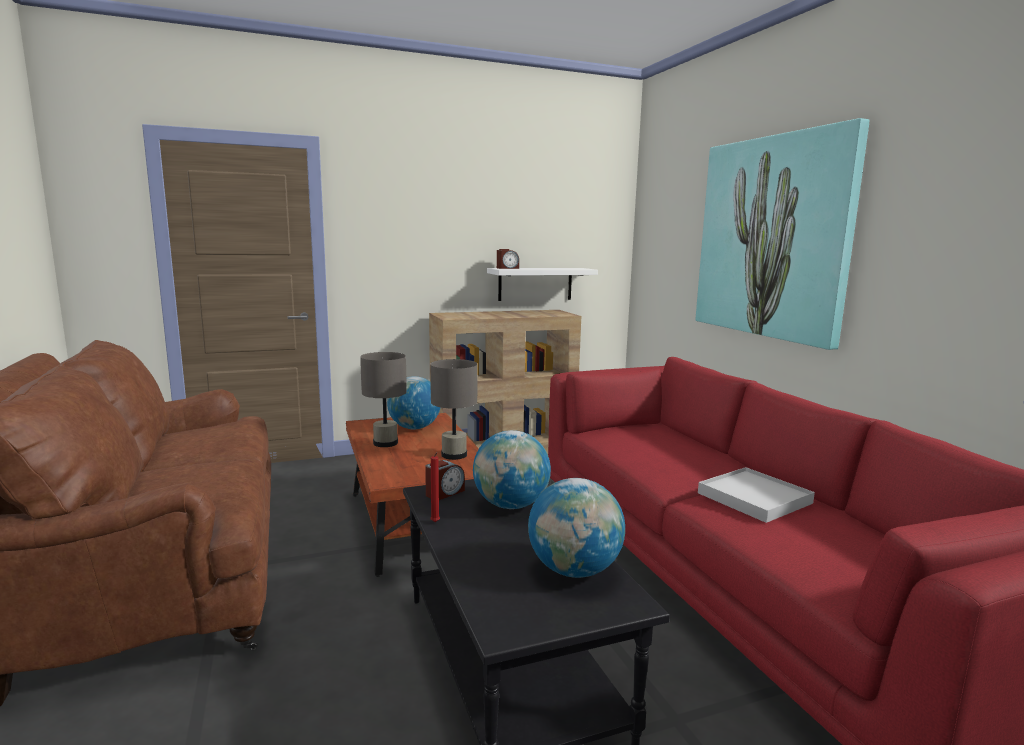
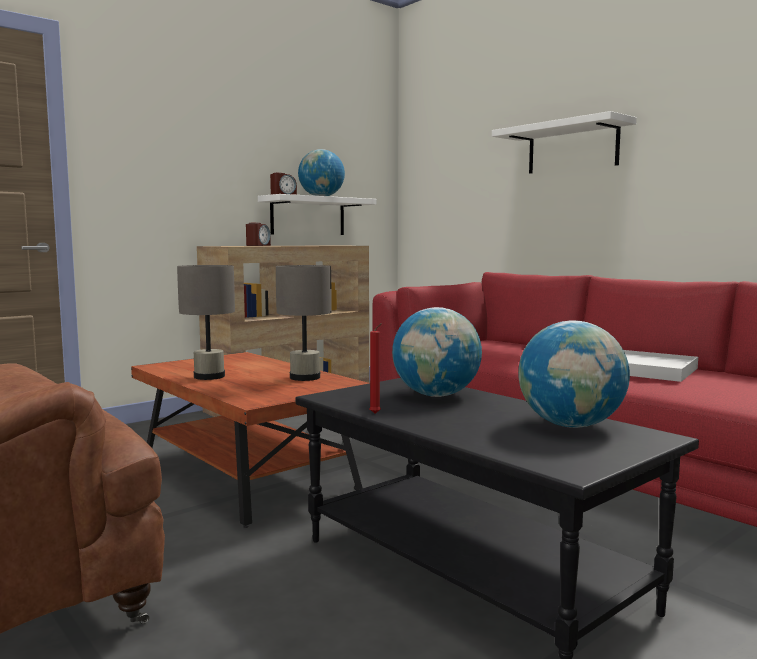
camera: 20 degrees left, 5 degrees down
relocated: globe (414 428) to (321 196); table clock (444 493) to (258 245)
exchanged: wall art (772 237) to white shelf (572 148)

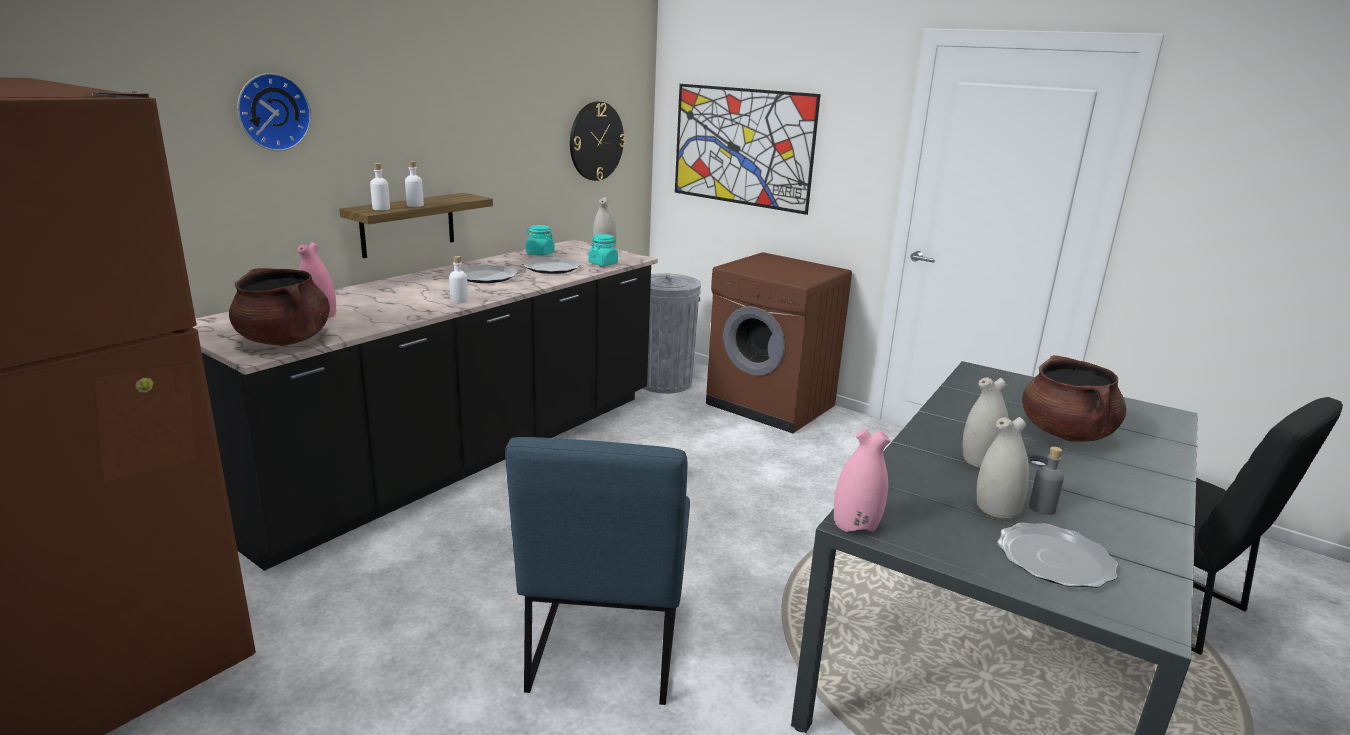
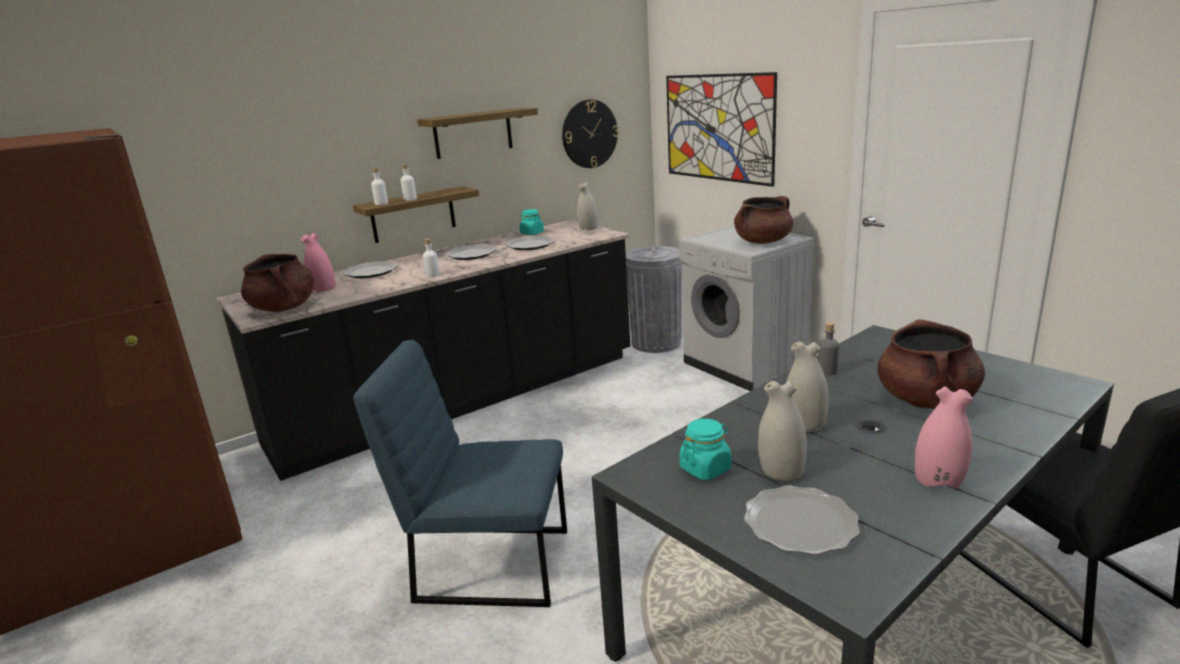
camera: 20 degrees right, 0 degrees up
missing: wall clock (272 112)
appeared: shelf (473 133); brown saucepot (763 241); flat dish (370 272)
relocated: turquoise preserve jar (603 263) to (705 468); pink flower vase (856 524) to (939 480); greyish beverage bottle (1042 508) to (827 371)
colour: brown laundry machine (769 406) to white laundry machine (743 366)
spun: blue-coloured upright chair (604 645) = (488 564) 75 degrees clockwise

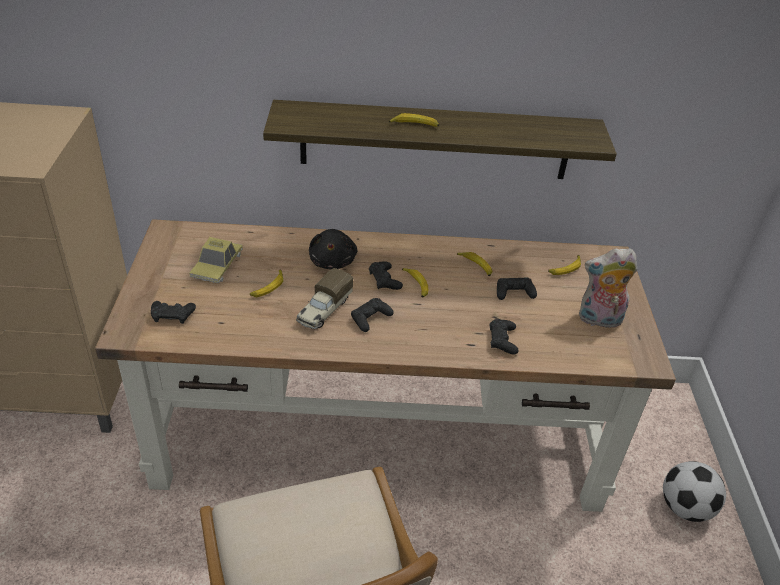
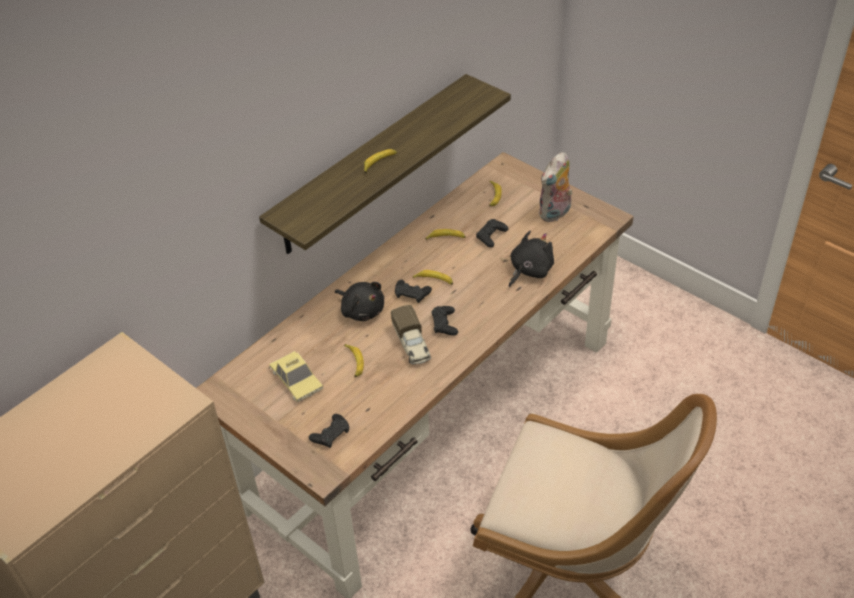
camera: 45 degrees left, 5 degrees up
missing: football (684 508)
exchanged: black game controller (502 340) to black cuddly toy (529 270)

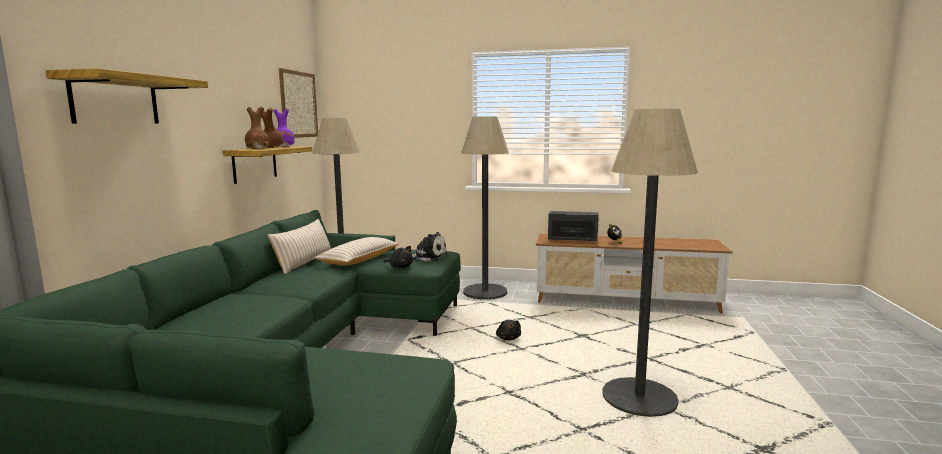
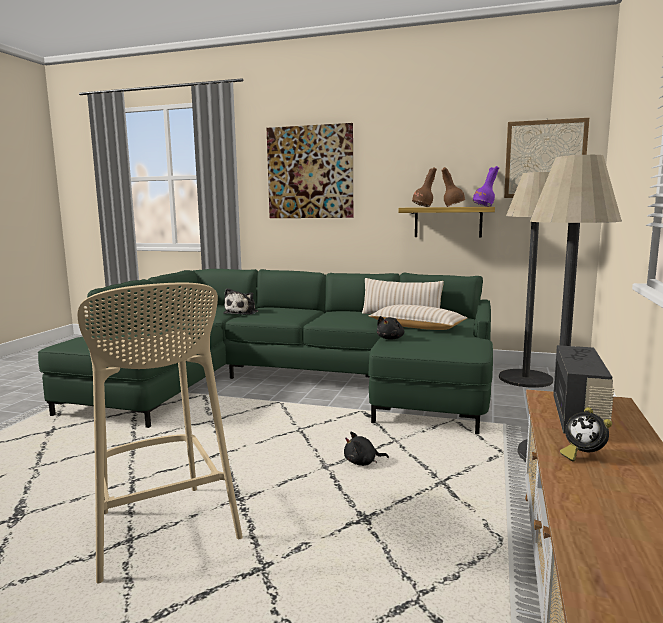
camera: 95 degrees right, 0 degrees up
relocated: cuddly toy (428 257) to (242 312)
exchanged: shelf (115 100) to wall art (310 172); standard lamp (639 398) to beige-coloured sitting stool (162 531)

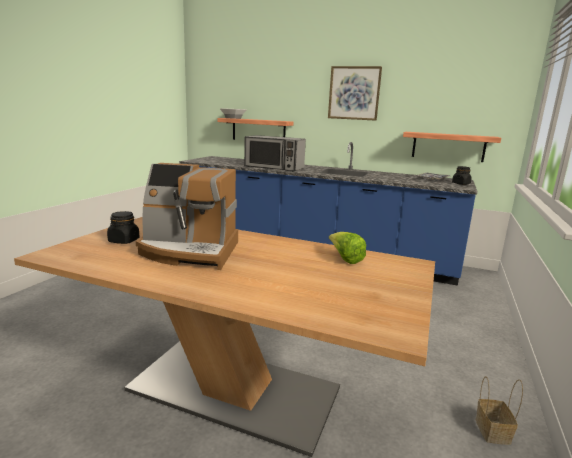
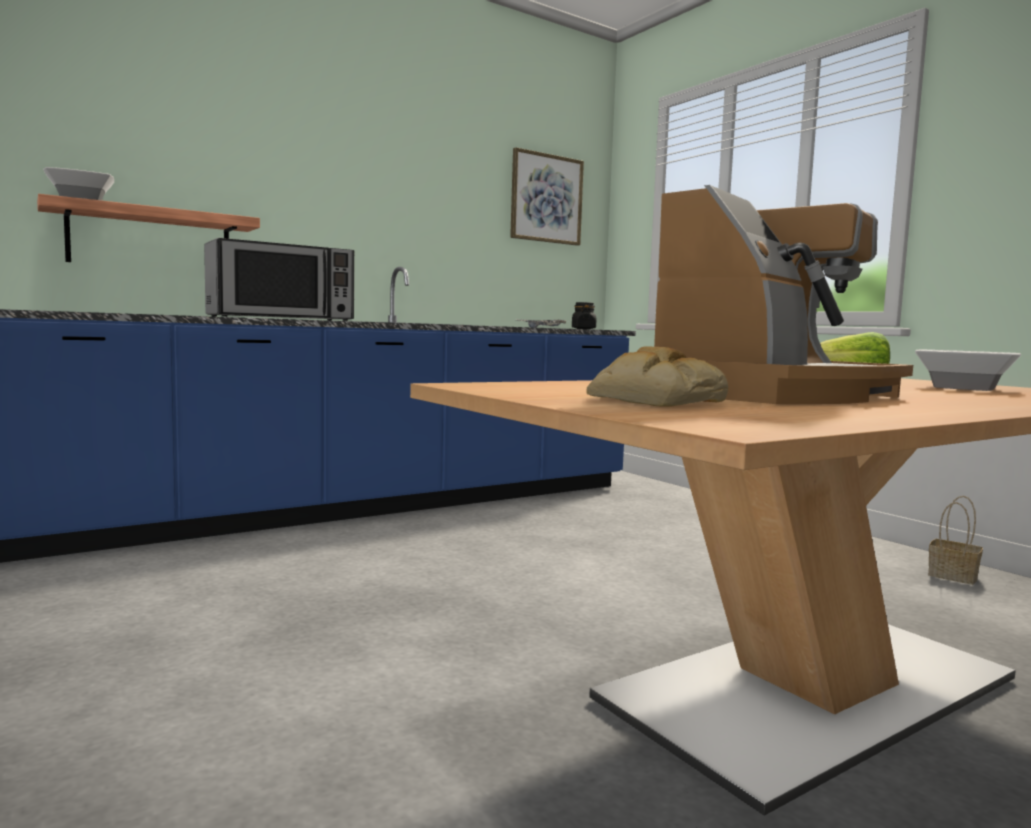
camera: 55 degrees left, 10 degrees down
missing: shelf (448 146)
appeared: deep dish (965 388)
relocated: wall art (354 93) to (546 198)
exchanged: black preserve jar (124 241) to bread (652 400)

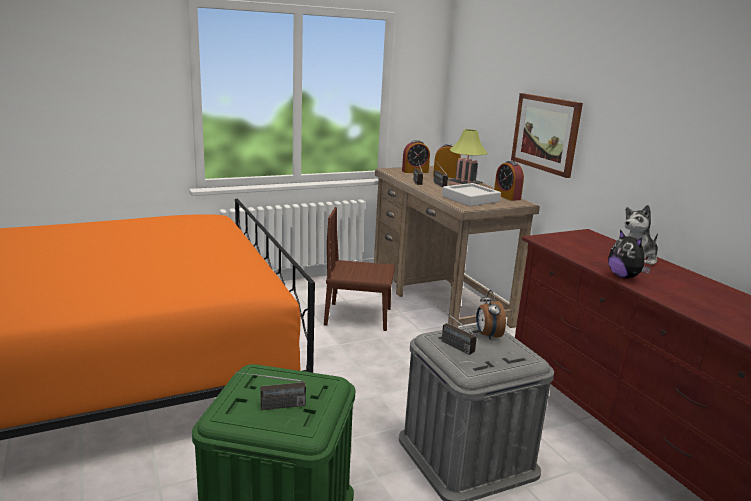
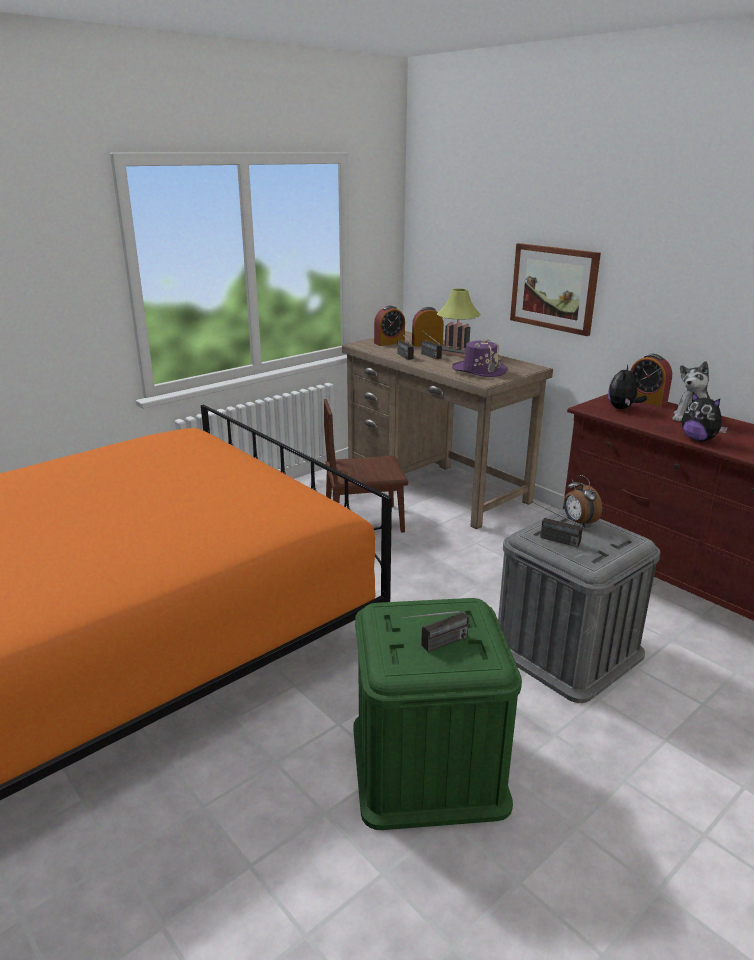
camera: 15 degrees left, 5 degrees up
appeared: cuddly toy (622 408)
relocated: table clock (507 196) to (646 400)
exchanged: greyish serving tray (470 199) to purplish clothing hat (479 370)

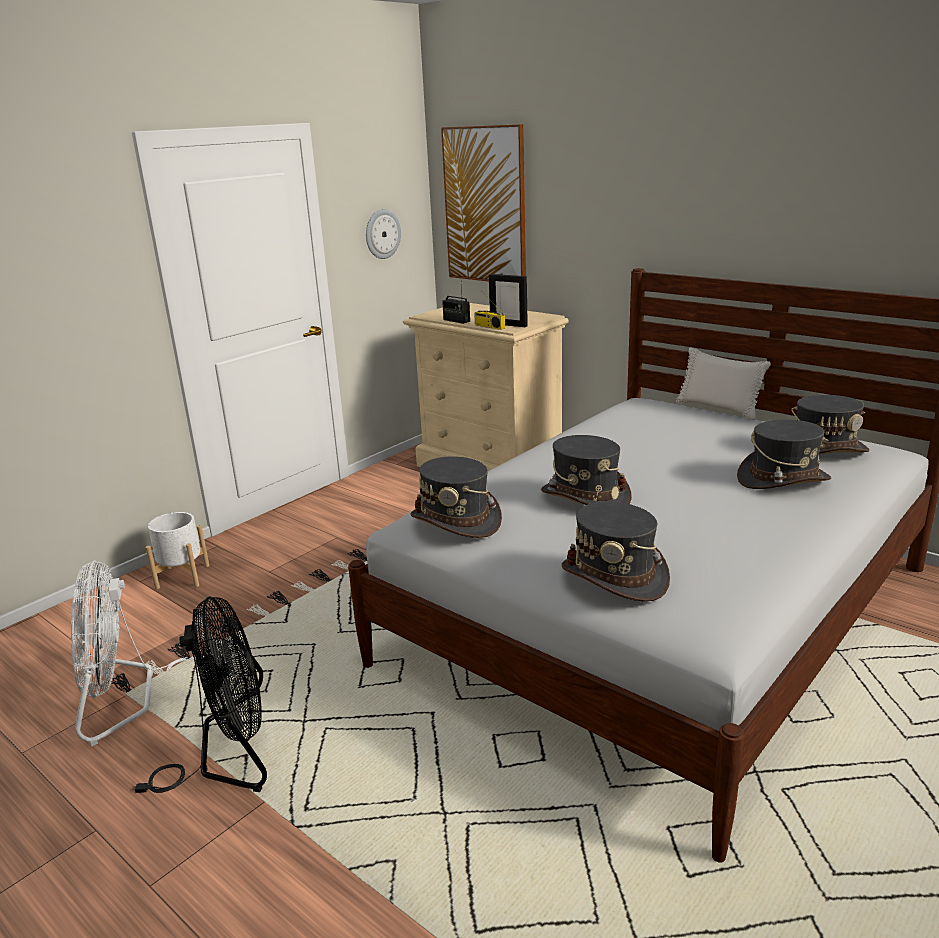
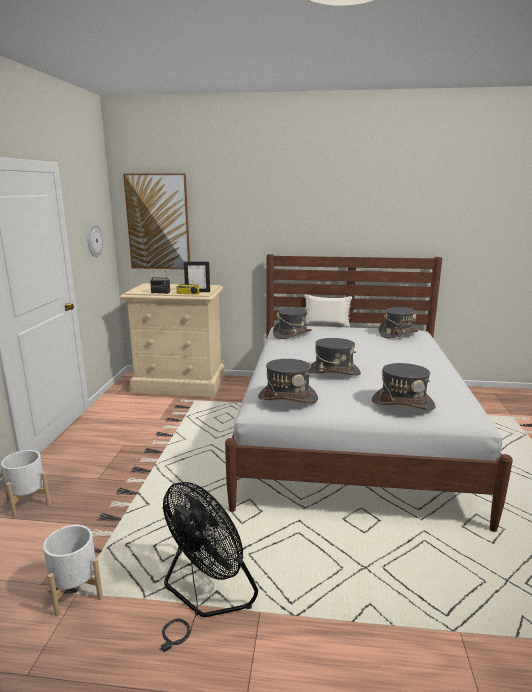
camera: 35 degrees left, 5 degrees down
relocated: greyish clothing hat (783 479) to (292 334)
exchanged: white cooling fan (129 691) to white flower pot (76 591)

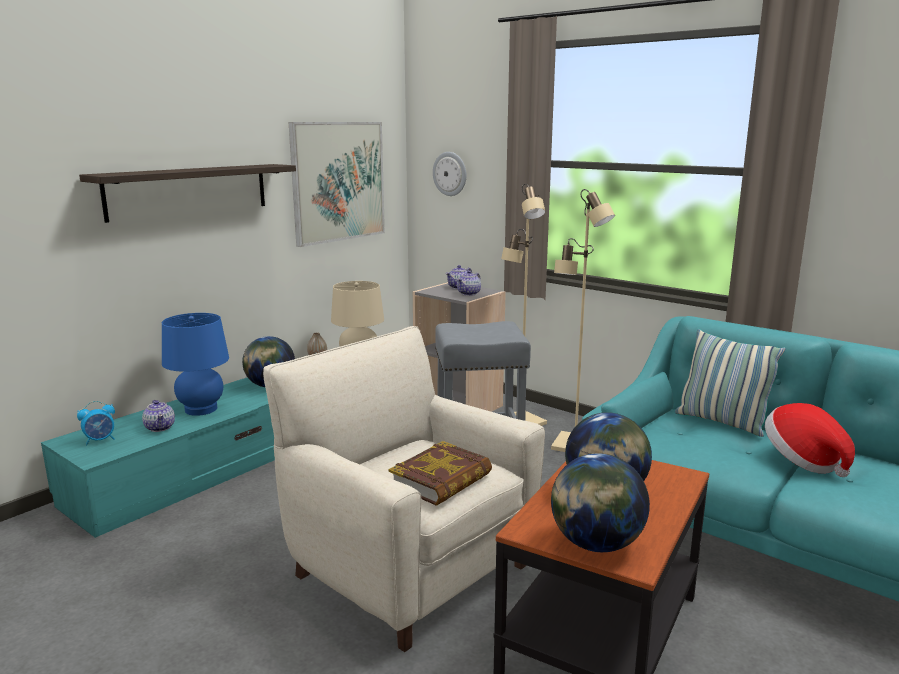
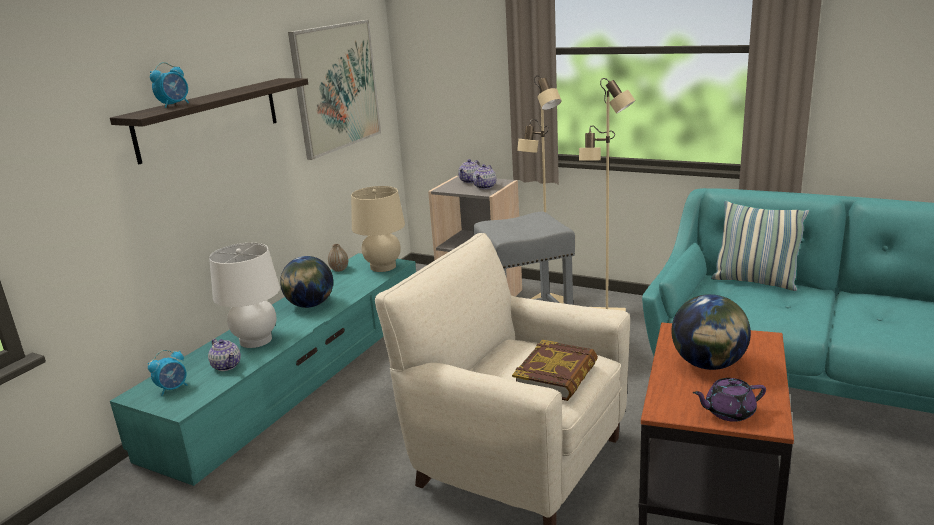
camera: 10 degrees left, 5 degrees up
missing: wall clock (450 174); clothing hat (802 460)
appeared: table clock (174 105)
exchanged: globe (596 544) to purplish tea pot (728 412)
colour: blue-coloured tabletop lamp (201 409) to white tabletop lamp (256 340)

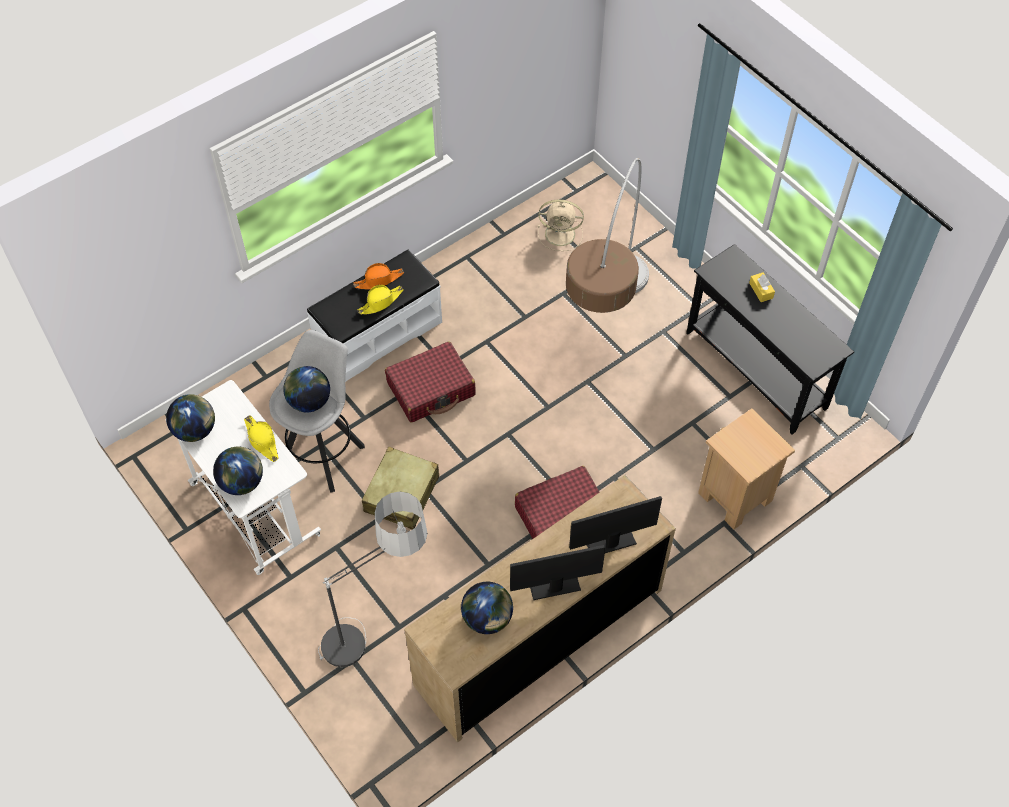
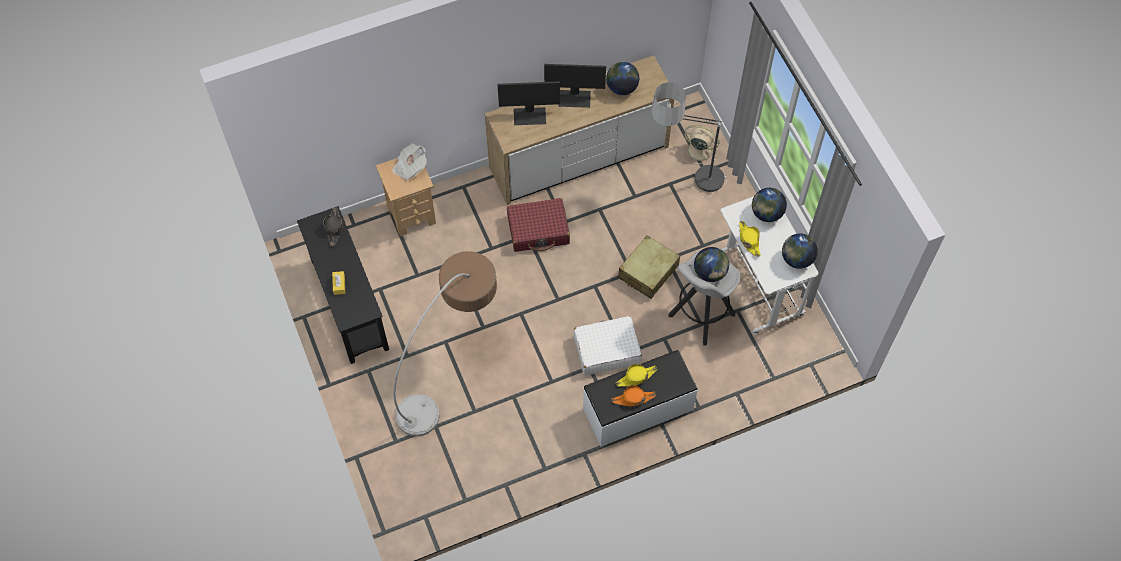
camera: 165 degrees left, 5 degrees up
appeared: printed paper (410 167); black clothing hat (334 228)
relocated: beige-coloured cooling fan (561 234) to (698 150)
colour: reddish suitcase (431 389) to white suitcase (606 350)

